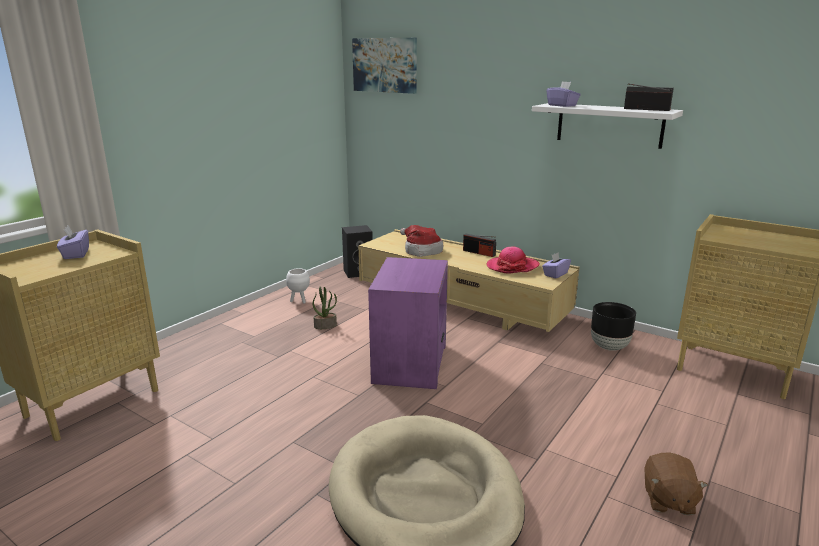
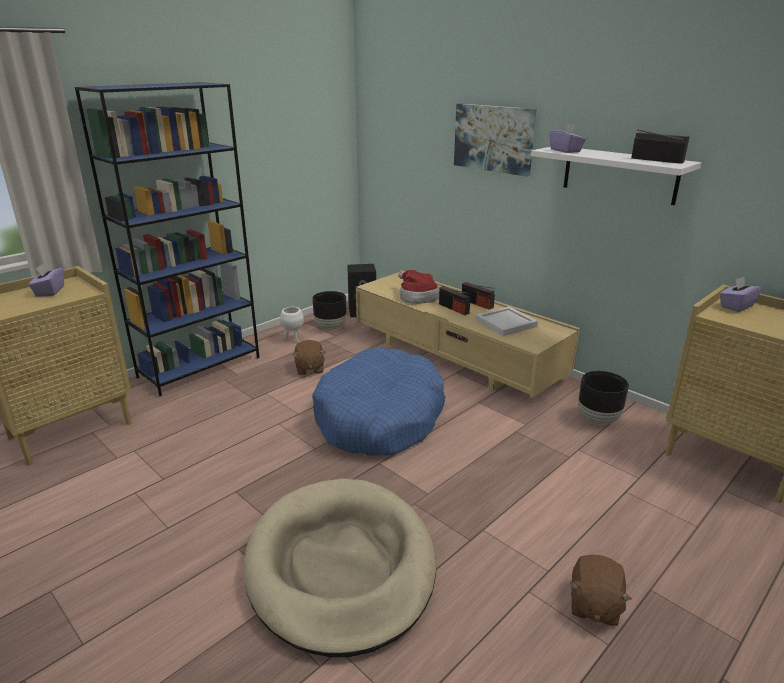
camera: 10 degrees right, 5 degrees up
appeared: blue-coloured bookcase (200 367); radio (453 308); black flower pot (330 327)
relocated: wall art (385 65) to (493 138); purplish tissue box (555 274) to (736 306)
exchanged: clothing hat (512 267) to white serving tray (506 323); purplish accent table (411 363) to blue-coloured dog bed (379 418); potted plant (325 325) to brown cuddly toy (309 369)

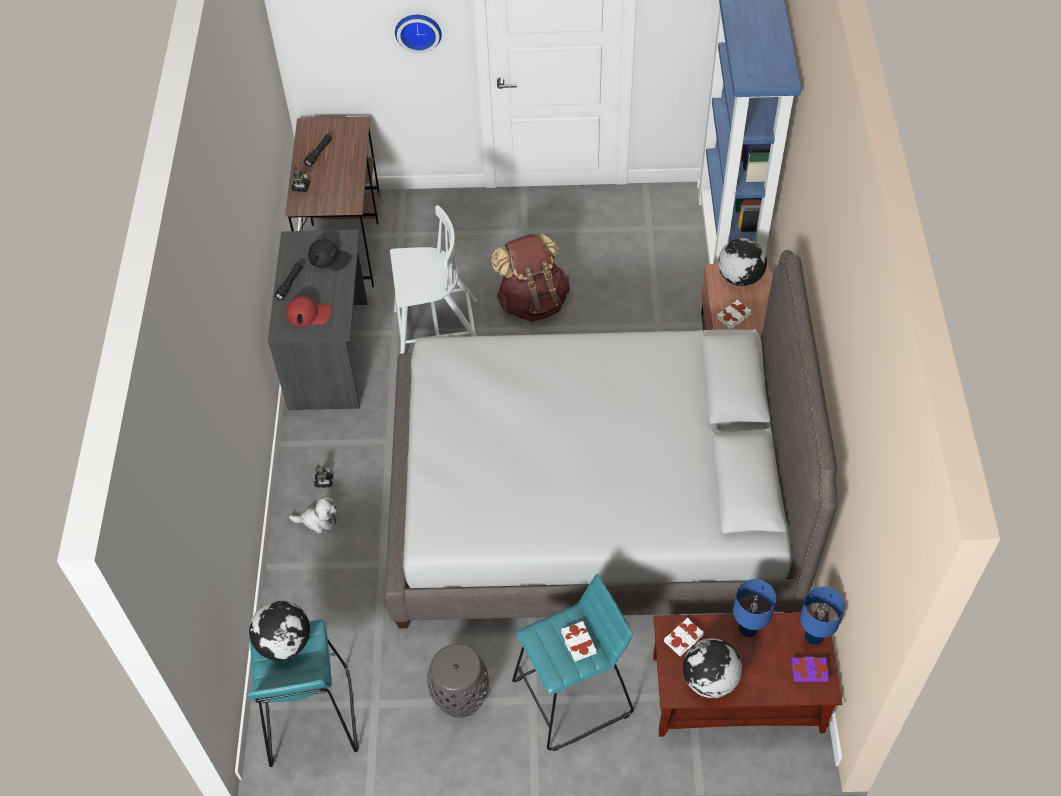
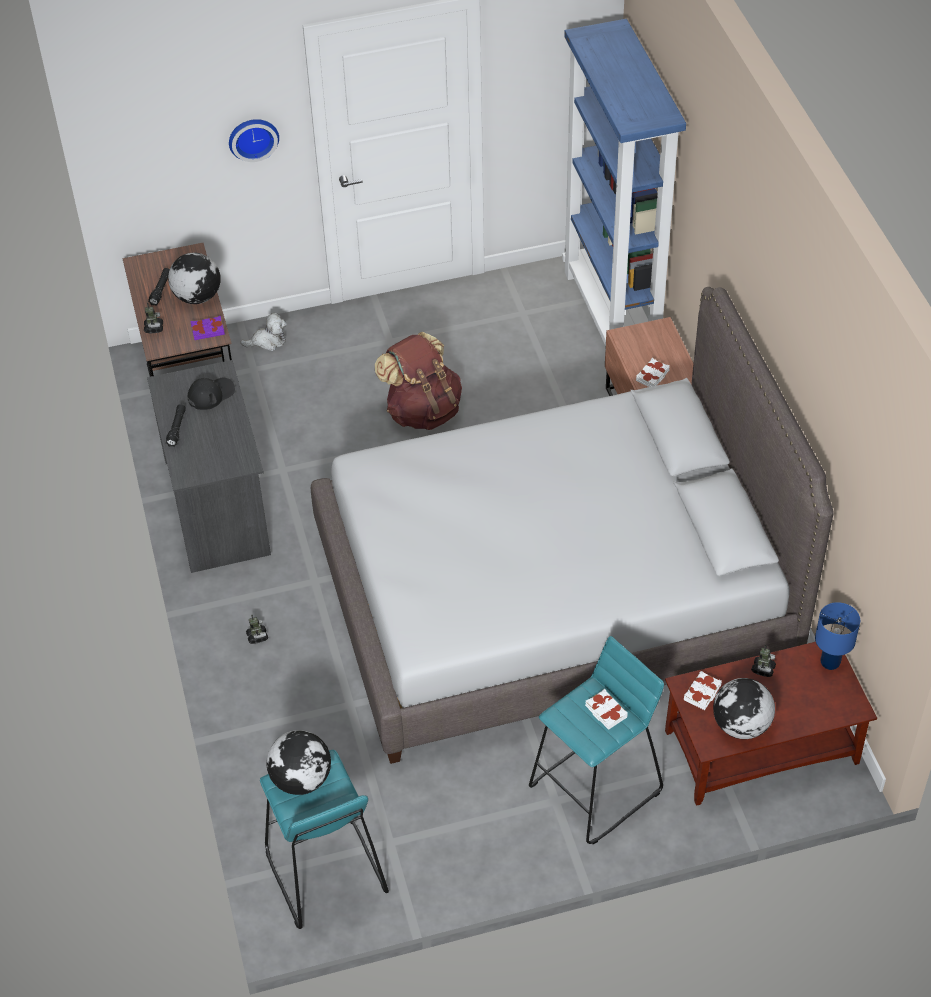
camera: 15 degrees left, 5 degrees down
missing: white upright chair (436 331); reddish baseball cap (309 314); greyish sitting stool (460 696)
relocated: globe (739 277) to (197 296); cuddly toy (318 520) to (268 341); purplish book (809 670) to (207 330)
exchanged: blue-coloured tabletop lamp (748 628) to toy robot (763 669)
spun: black baseball cap (329 258) = (211 394) 45 degrees counterclockwise

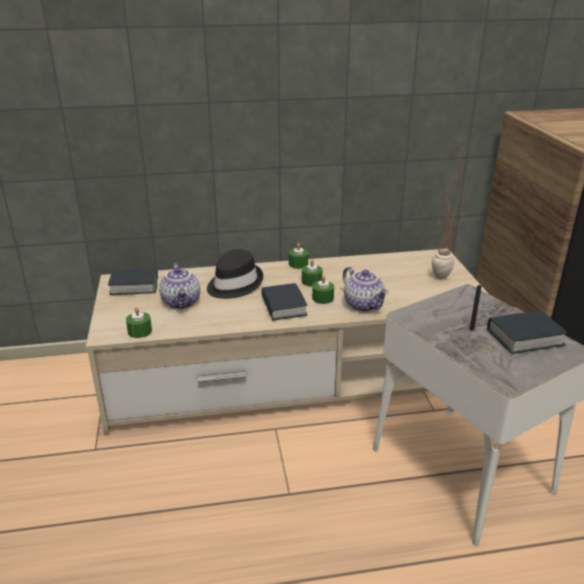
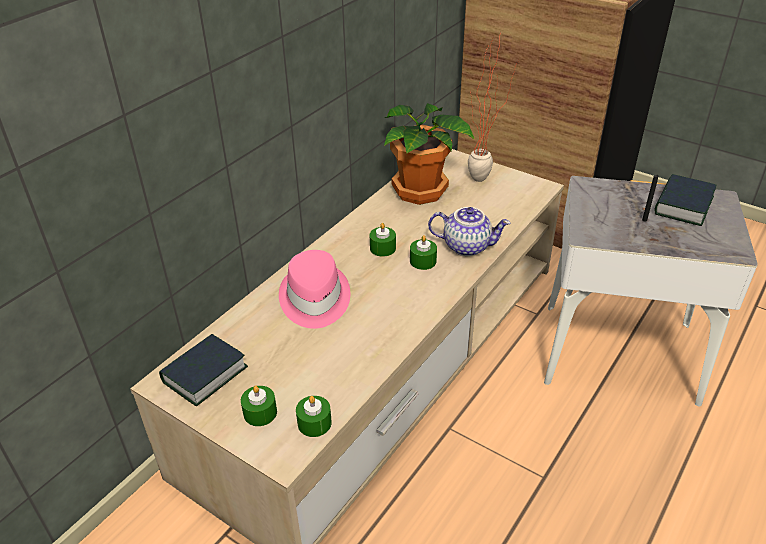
camera: 45 degrees left, 10 degrees up
missing: tea pot (182 302); book (283 307)
appeared: potted plant (421 191)
relocated: green-coloured candle (298 264) to (260 413)
colour: black clothing hat (234 284) to pink clothing hat (314 299)

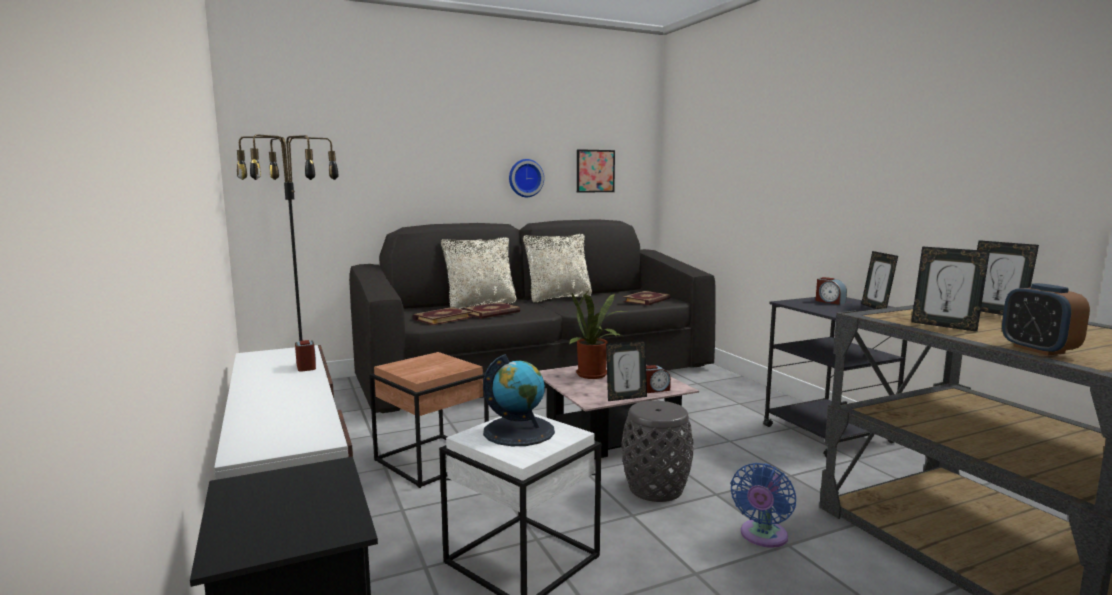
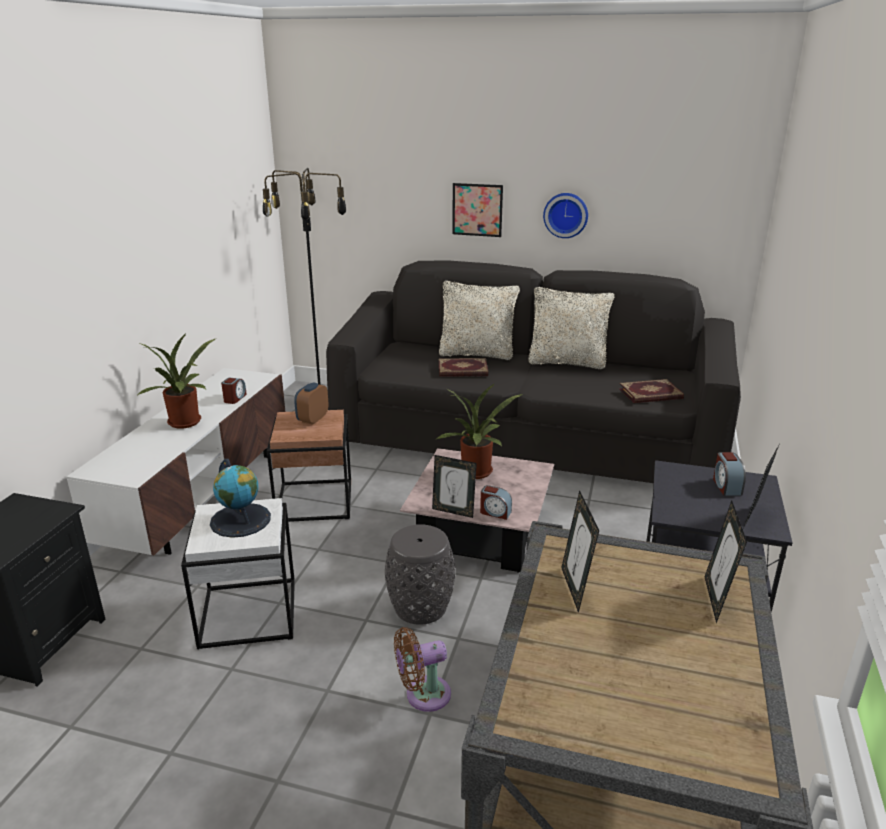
camera: 40 degrees right, 15 degrees up
missing: book (442 318)
appeared: potted plant (186 423)
relocated: wall art (595 171) to (477 210); table clock (1038 350) to (312 419)
colour: blue-coloured cooling fan (762 537) to brown cooling fan (423 695)

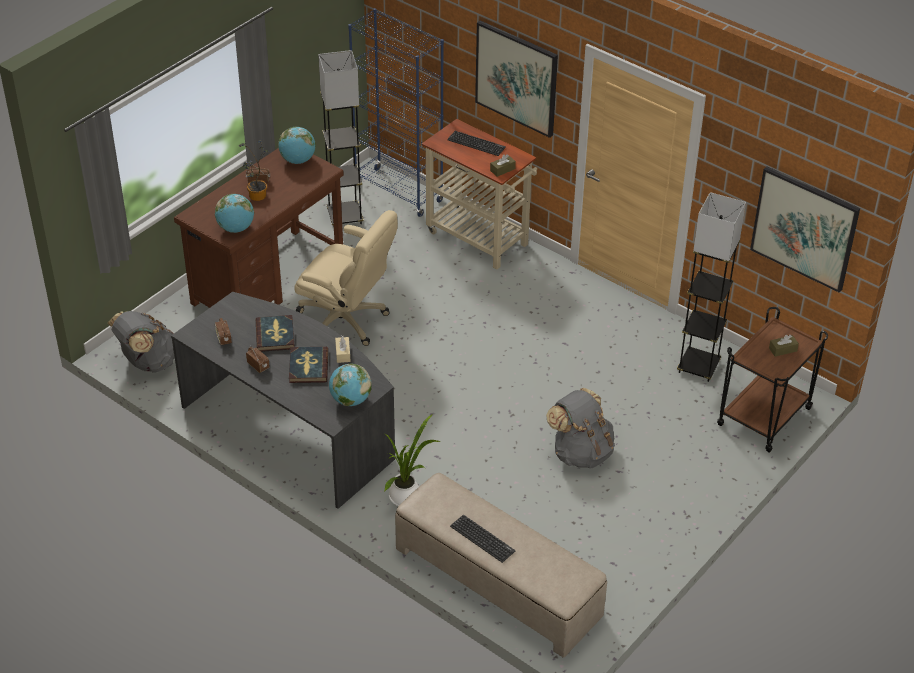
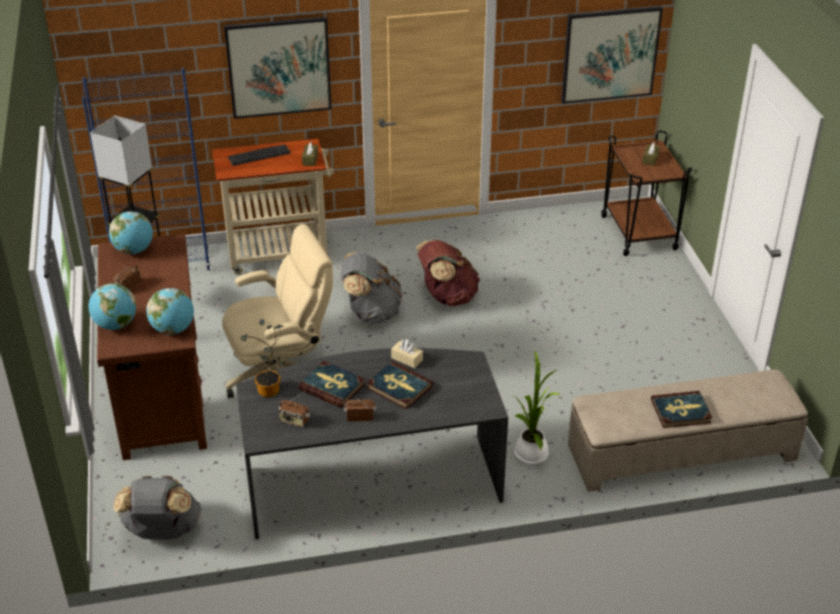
camera: 50 degrees left, 5 degrees down
missing: greyish standard lamp (698 367)
appeared: brown rucksack (447 297)
relocated: potted plant (256 197) to (270 392); globe (350 400) to (115 325); greyish rucksack (581 452) to (371 313)
exchanged: computer keyboard (482 539) to book (681 411)

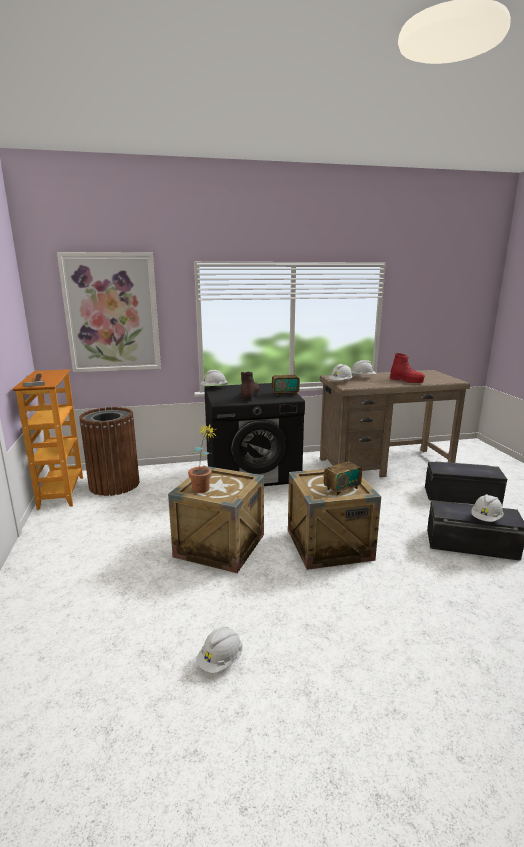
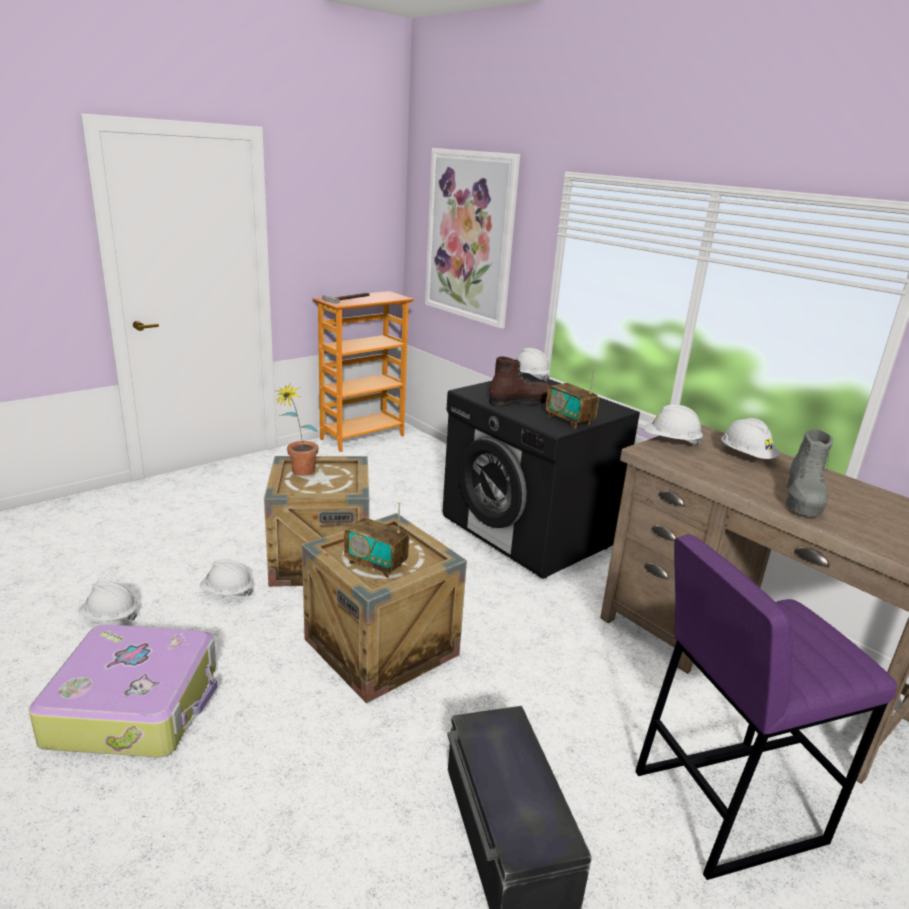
camera: 60 degrees right, 5 degrees up
missing: brown trash can (114 484)
appeared: suitcase (136 705)
relocated: white work helmet (486 519) to (227 592)
exchanged: black storage bin (461 496) to purplish sitting stool (724 807)
colour: reddish tall boot (406 381) to greyish tall boot (802 500)

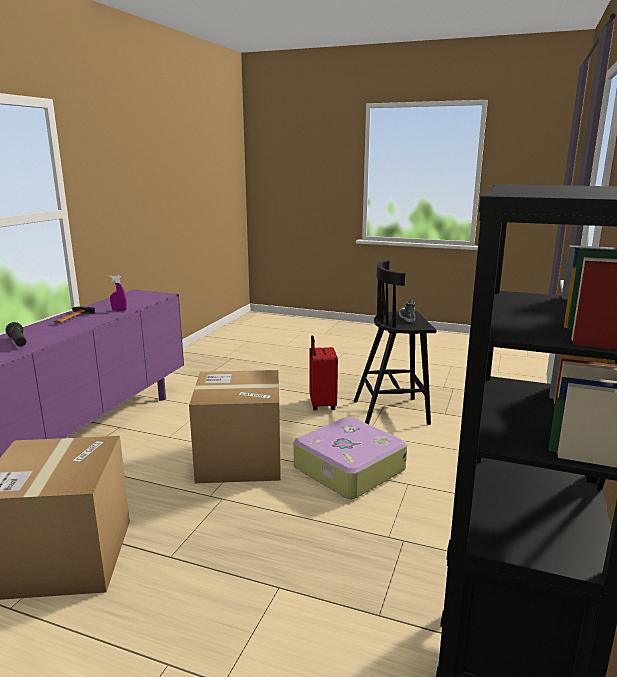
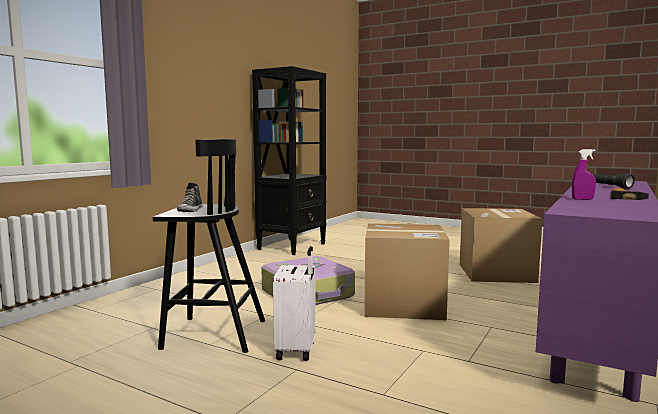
camera: 170 degrees left, 10 degrees down
colour: reddish suitcase (321 405) to white suitcase (297 350)

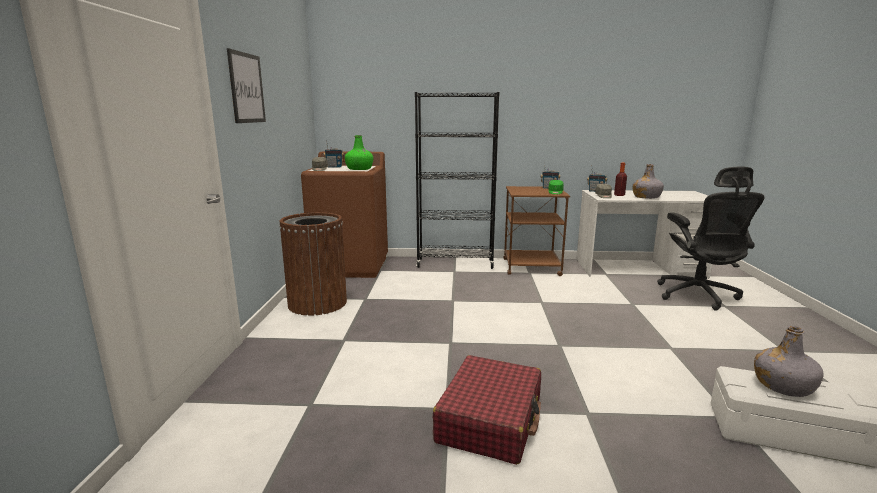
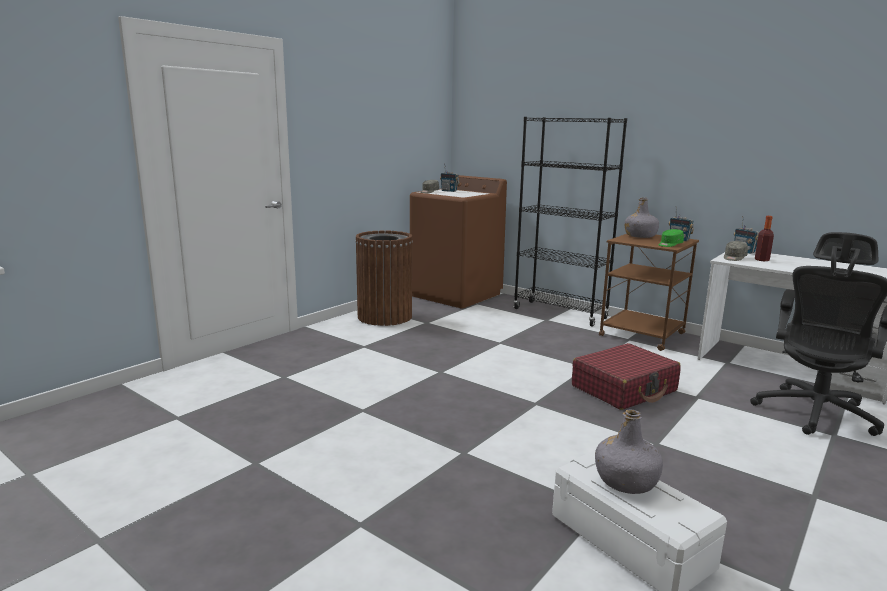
camera: 35 degrees right, 0 degrees up
missing: wall art (246 88); green-coloured beverage bottle (360 169)
relocated: greyish beverage bottle (646 197) to (640 236); reddish suitcase (490 420) to (624 389)

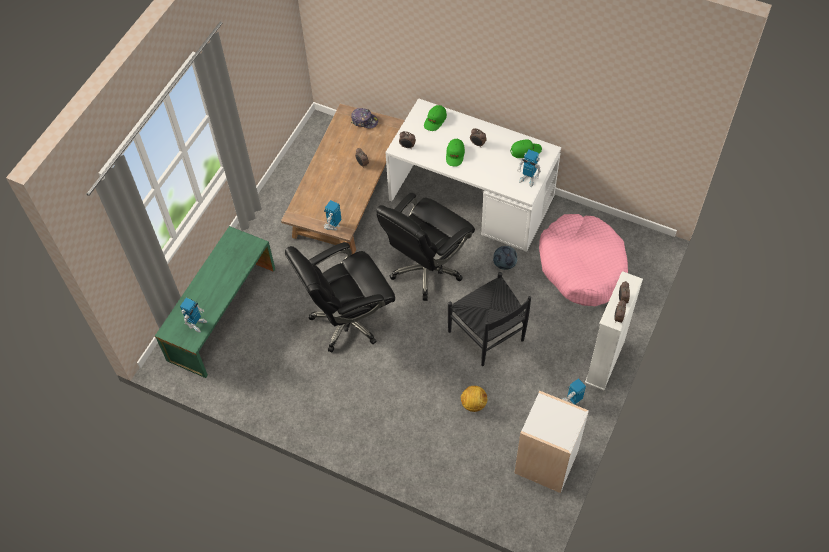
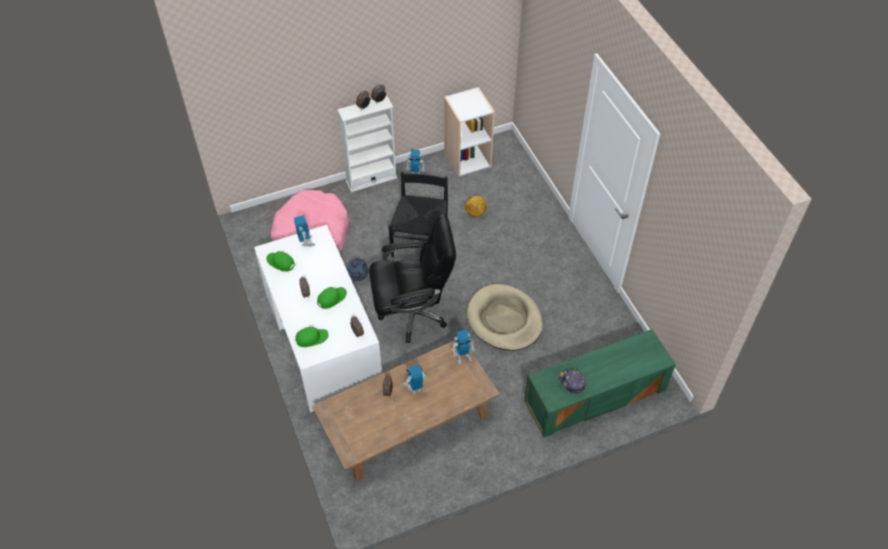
camera: 140 degrees left, 5 degrees down
relocated: baseball cap (364 121) to (572 382); toy robot (197 324) to (415 388)
exchanged: black office chair (348 320) to beige-coloured dog bed (504 320)

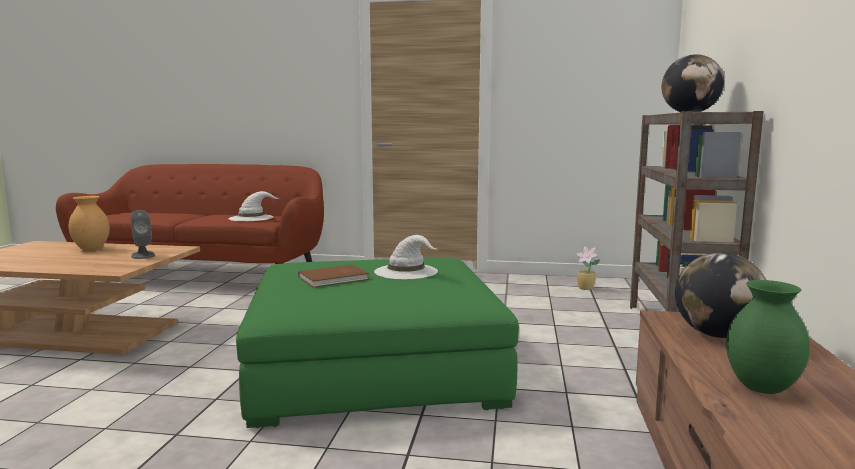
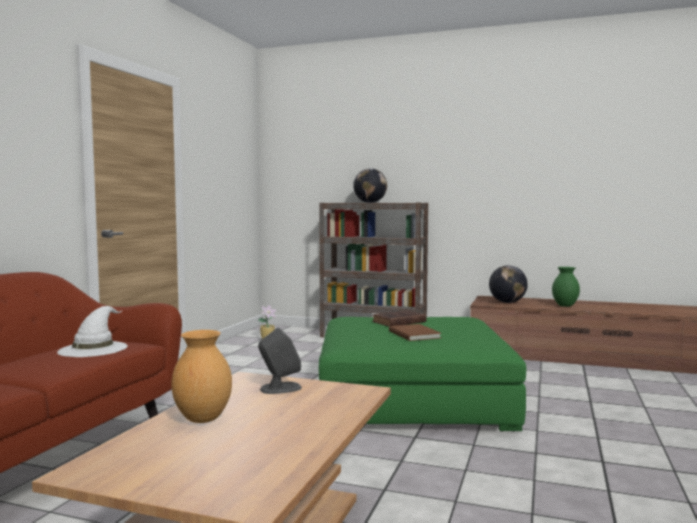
camera: 80 degrees left, 5 degrees down
exchanged: white clothing hat (407 271) to brown book (398 322)

